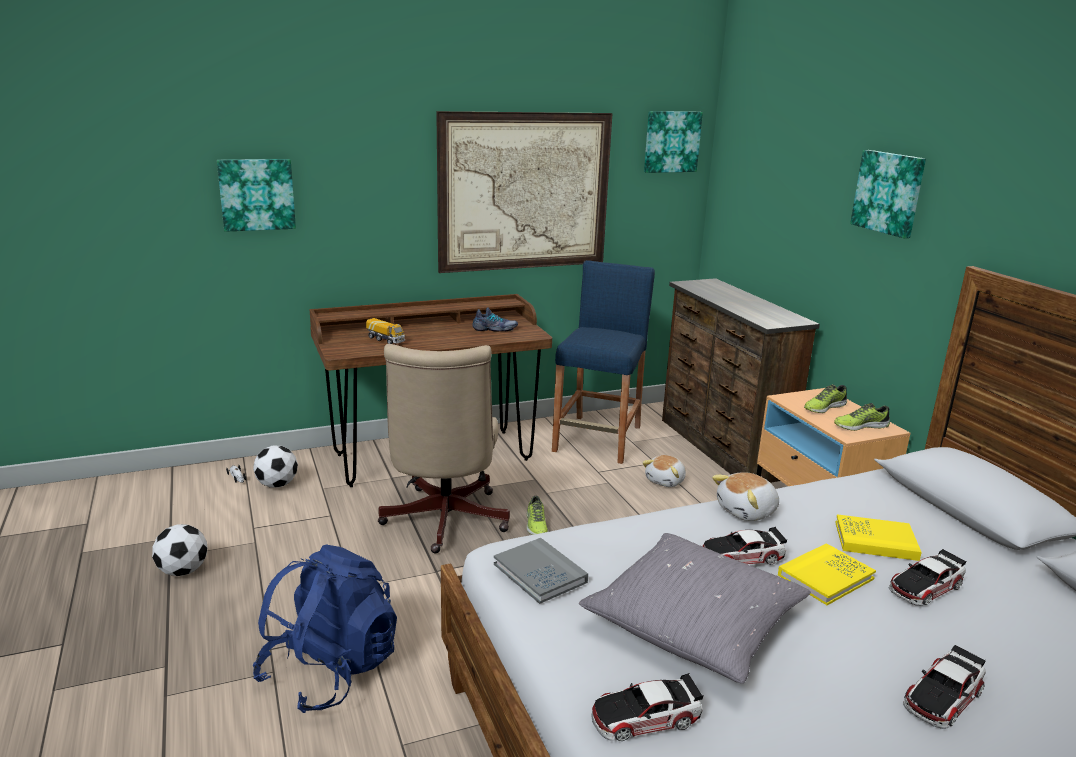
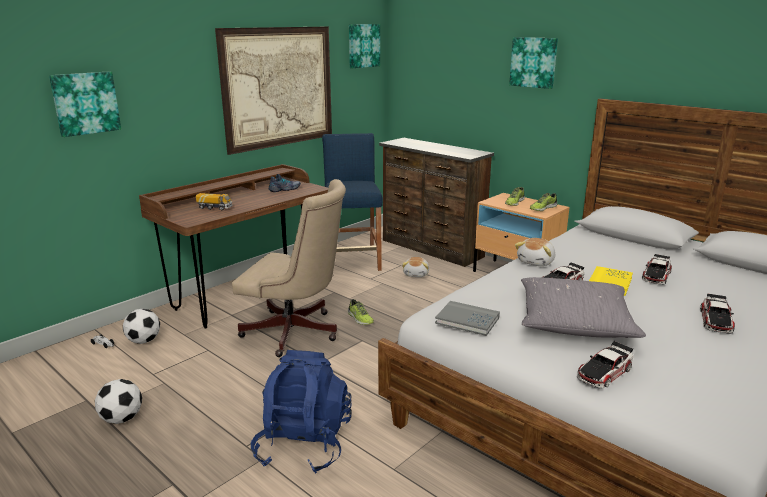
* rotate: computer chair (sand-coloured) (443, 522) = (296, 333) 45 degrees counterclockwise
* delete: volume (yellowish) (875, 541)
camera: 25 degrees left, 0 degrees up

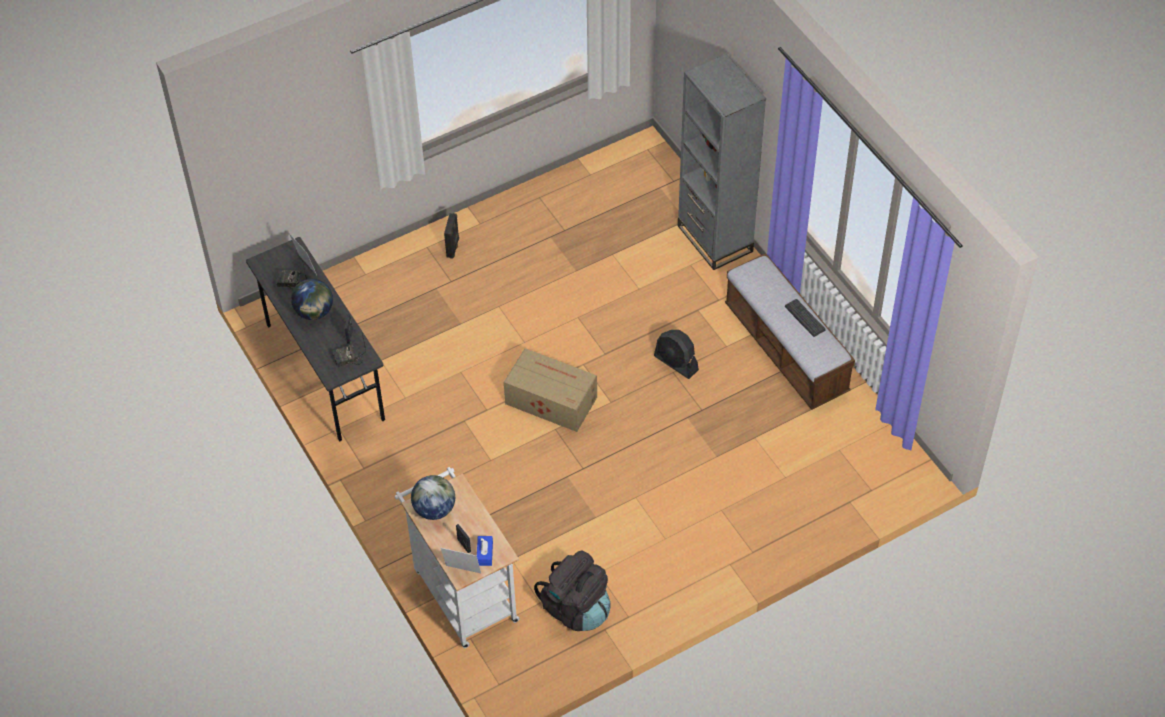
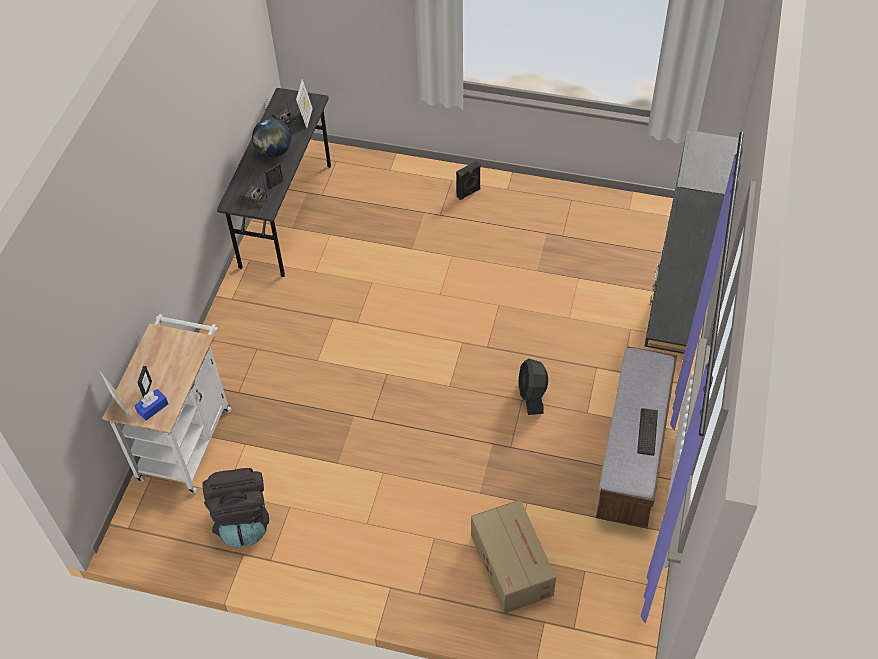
* move: cardboard box (550, 399) to (511, 563)
* delete: desk globe (434, 509)
camera: 45 degrees right, 0 degrees up

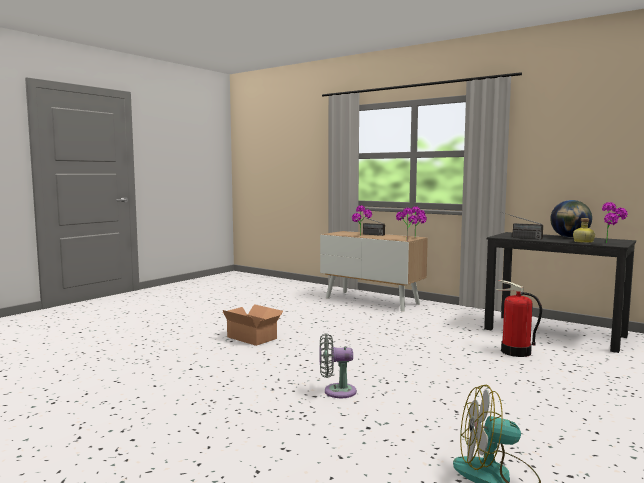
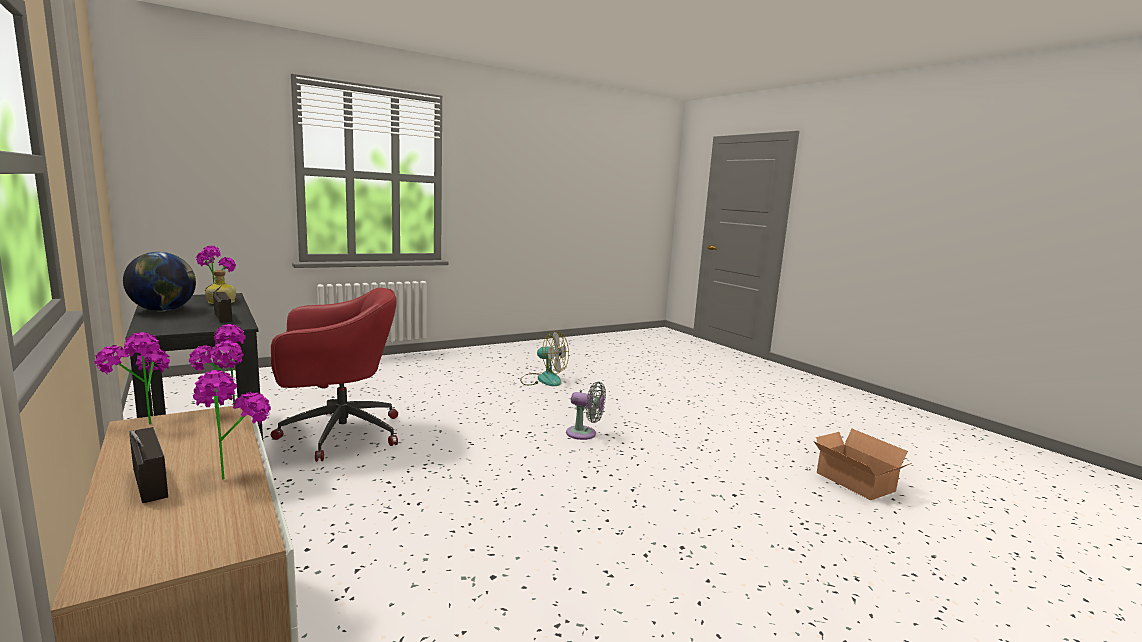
* replace: fire-fighting cylinder (515, 352) to computer chair (red) (338, 434)
* move: cardboard box (252, 337) to (854, 483)
camera: 160 degrees left, 5 degrees up

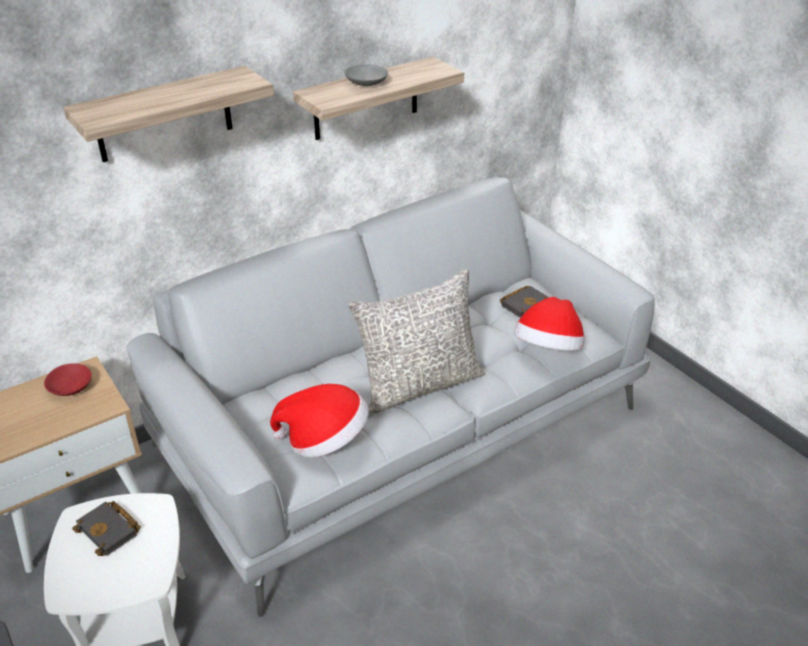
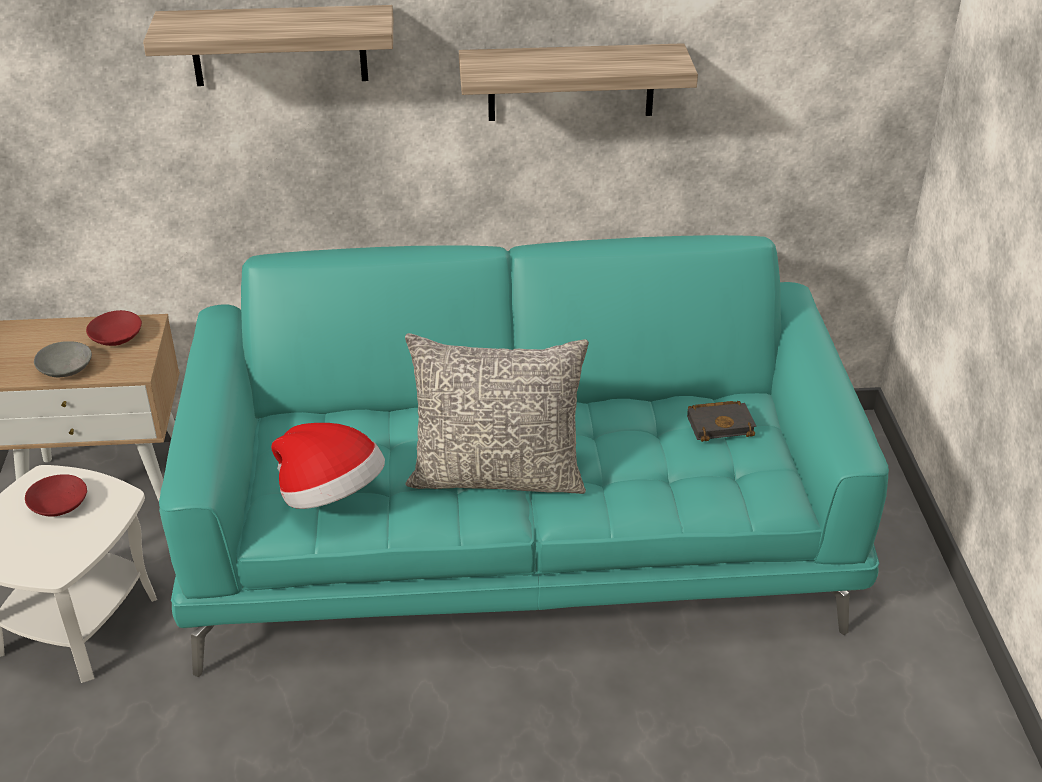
* move: bowl (gray) (367, 82) to (66, 369)
* recolor: couch (gray) (404, 426) to couch (blue-green) (520, 534)
* delete: wearable hat (548, 349)
* replace: volume (black) (110, 531) to bowl (red) (60, 505)
camera: 30 degrees right, 0 degrees up

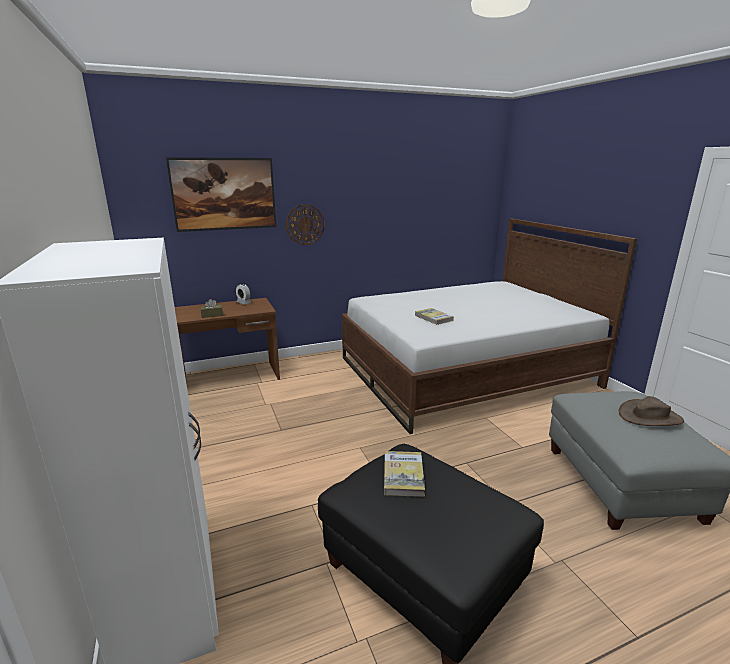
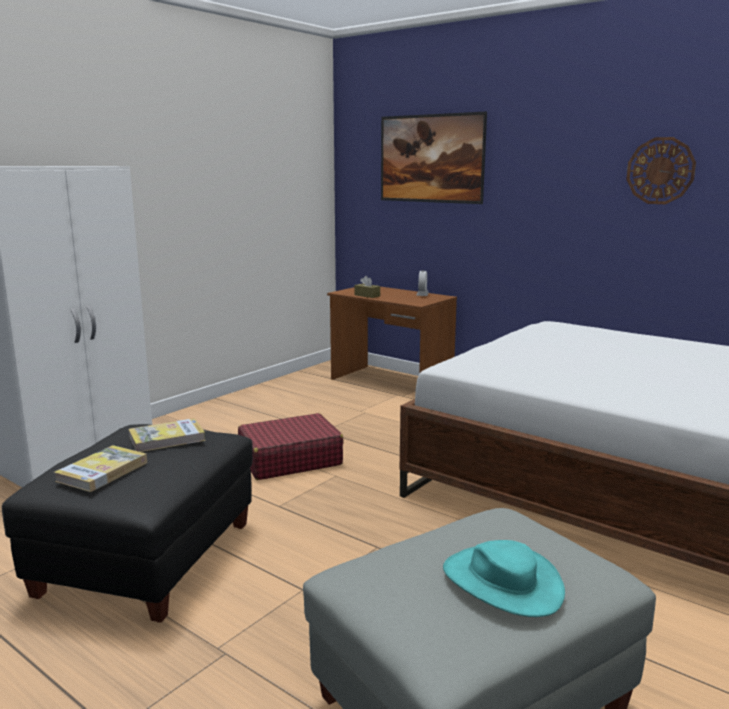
* move: clock on the wall (305, 225) to (660, 171)
* move: volume (433, 318) to (102, 472)
* recolor: wearable hat (brown) (650, 416) to wearable hat (blue-green) (502, 582)
* insert: piece of luggage (red) (289, 460)
camera: 60 degrees right, 5 degrees down

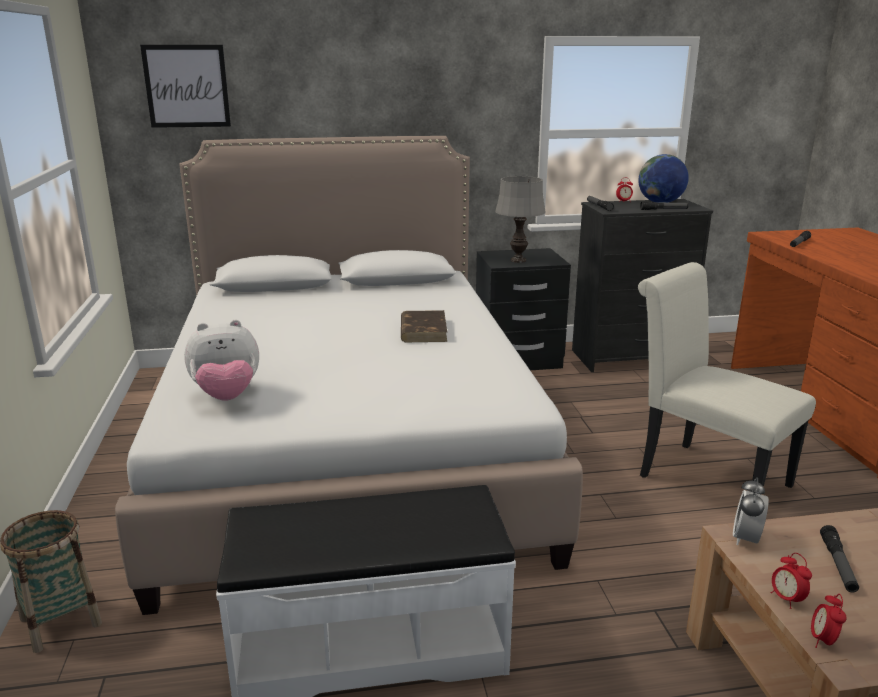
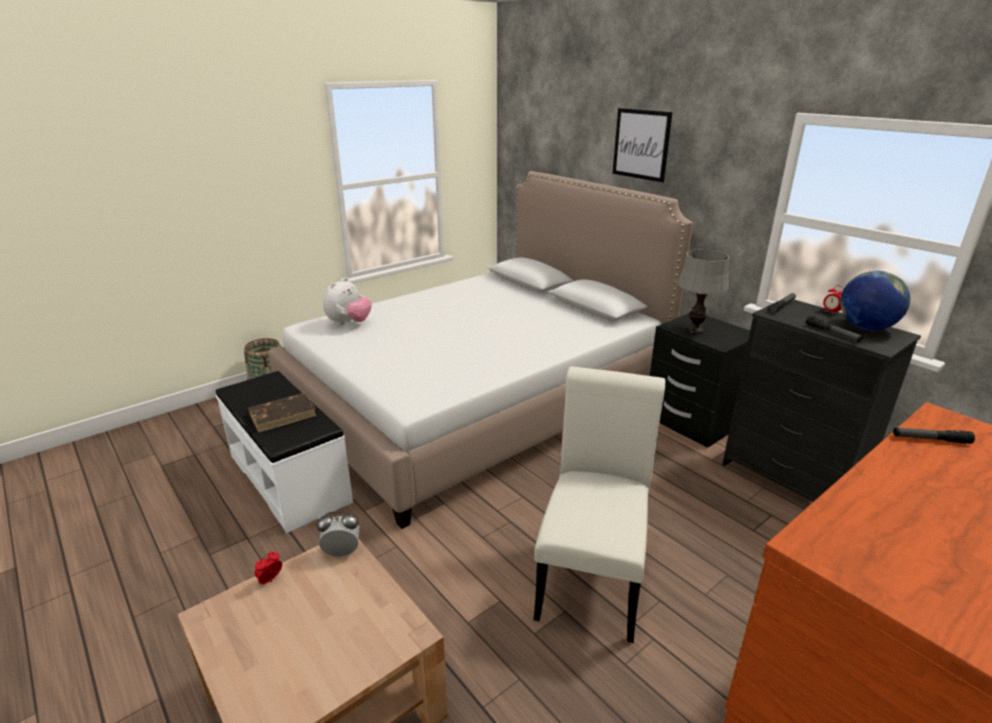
* move: wall art (187, 86) to (641, 144)
* move: volume (brown) (423, 330) to (283, 414)
* rotate: plush toy (227, 396) = (349, 323) 105 degrees counterclockwise
* delete: torch (838, 564)
* delete: table clock (822, 640)
camera: 60 degrees right, 5 degrees up

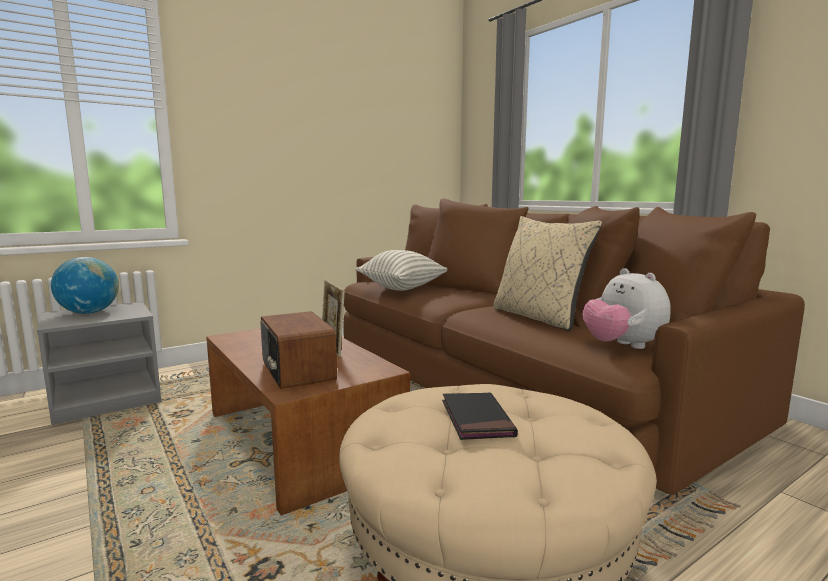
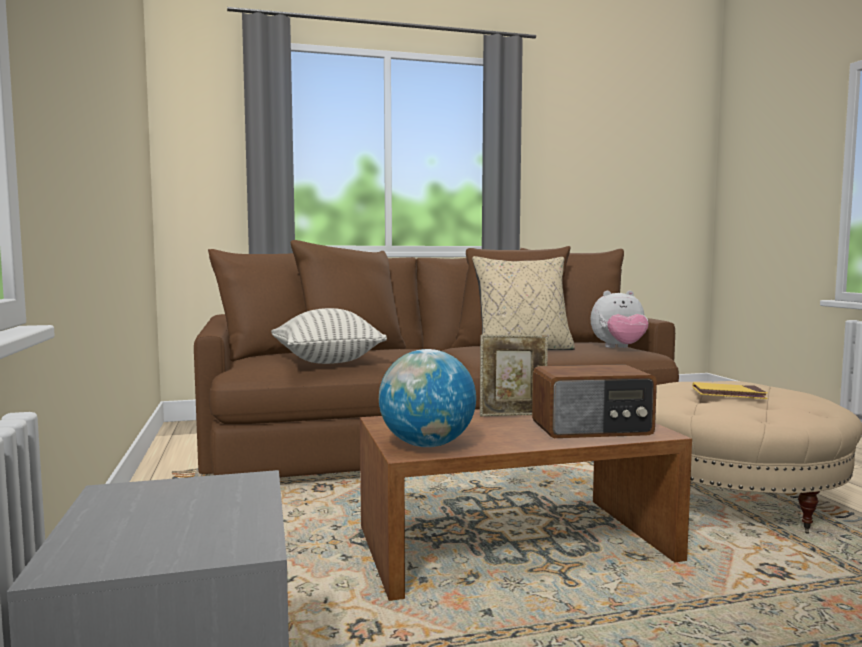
* move: desk globe (89, 312) to (427, 445)
* recolor: volume (black) (477, 419) to volume (yellowish) (728, 394)
camera: 70 degrees left, 5 degrees down

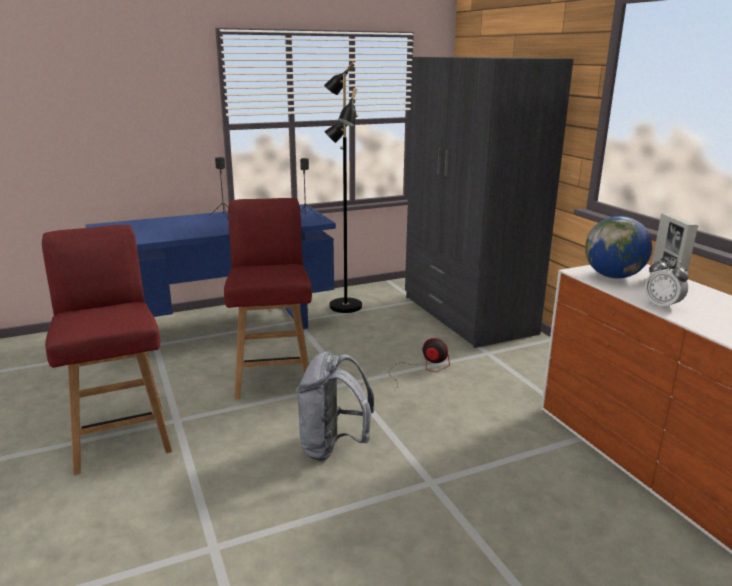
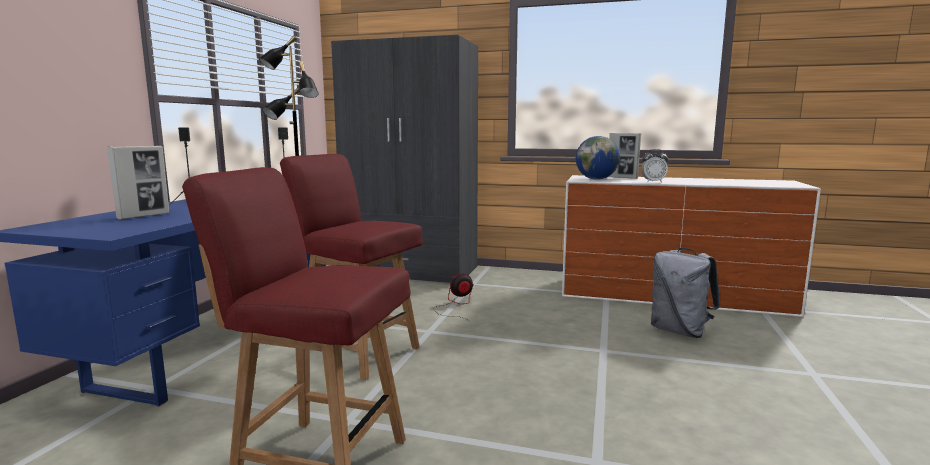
* move: knapsack (gray) (333, 447) to (680, 331)
* insert: picture frame (144, 216)
camera: 50 degrees left, 10 degrees down

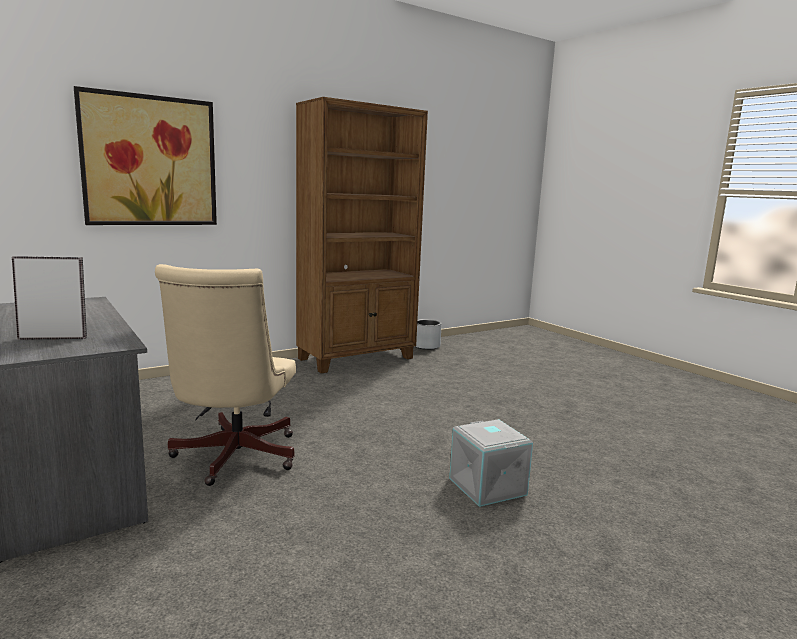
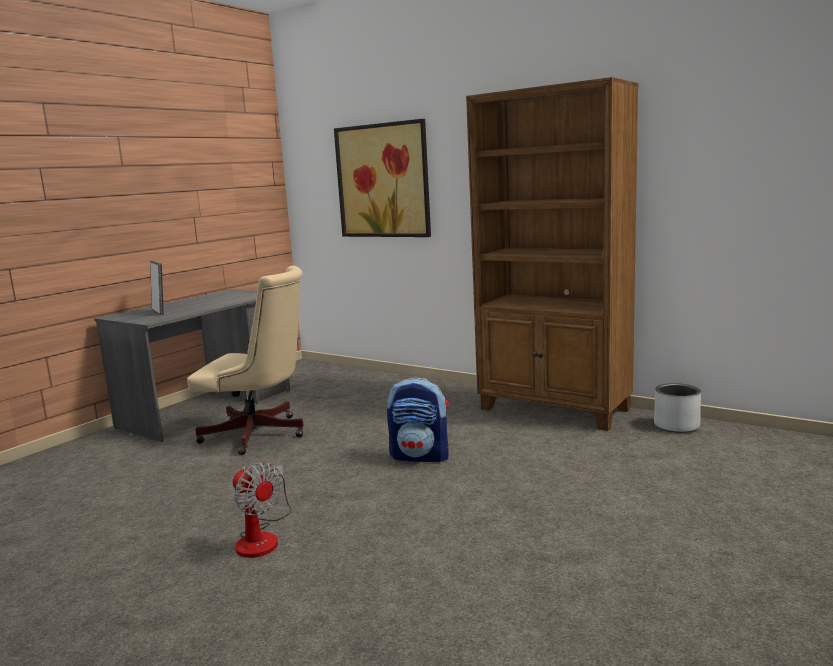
* rotate: computer chair (sand-coloured) (232, 459) = (260, 435) 150 degrees counterclockwise
* replace: storage box (gray) (486, 486) to fan (262, 537)
* insert: knapsack (421, 456)
camera: 70 degrees right, 0 degrees up

